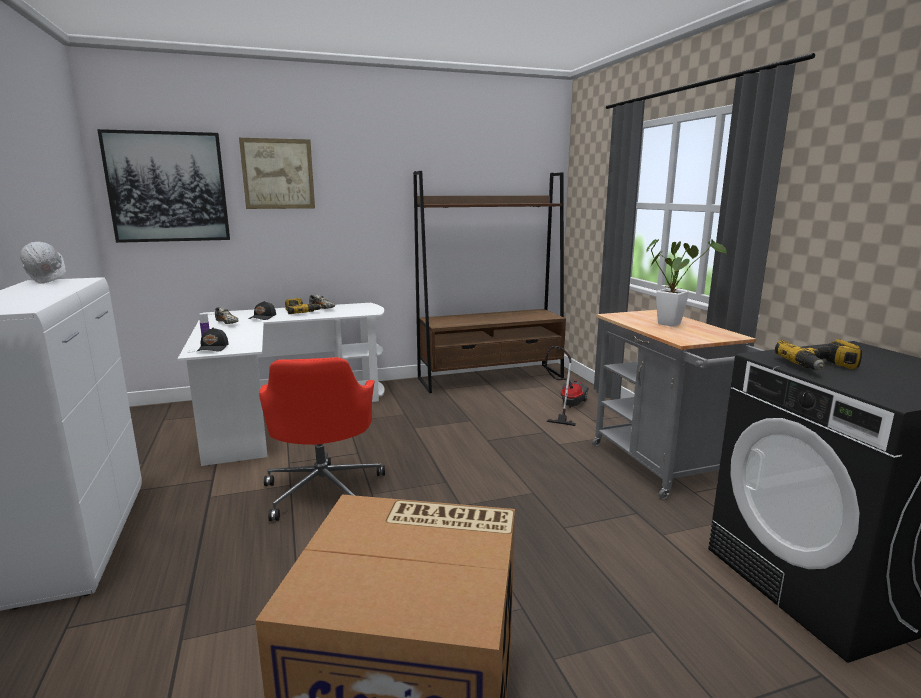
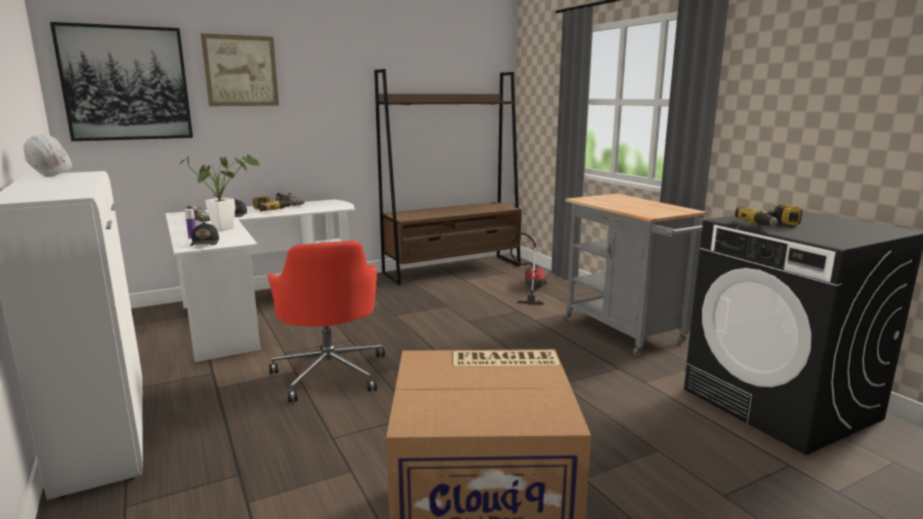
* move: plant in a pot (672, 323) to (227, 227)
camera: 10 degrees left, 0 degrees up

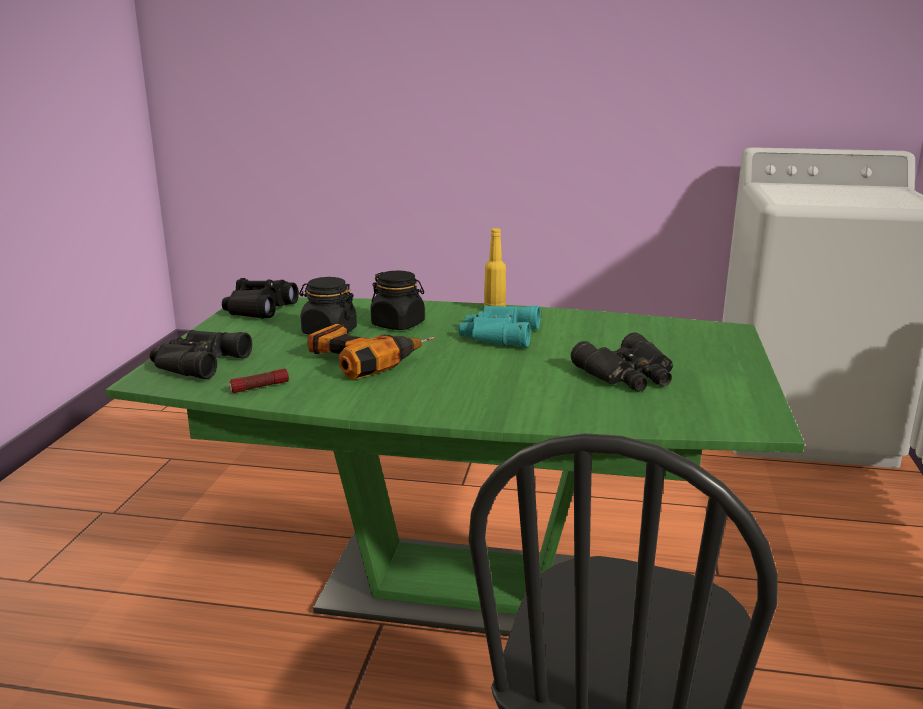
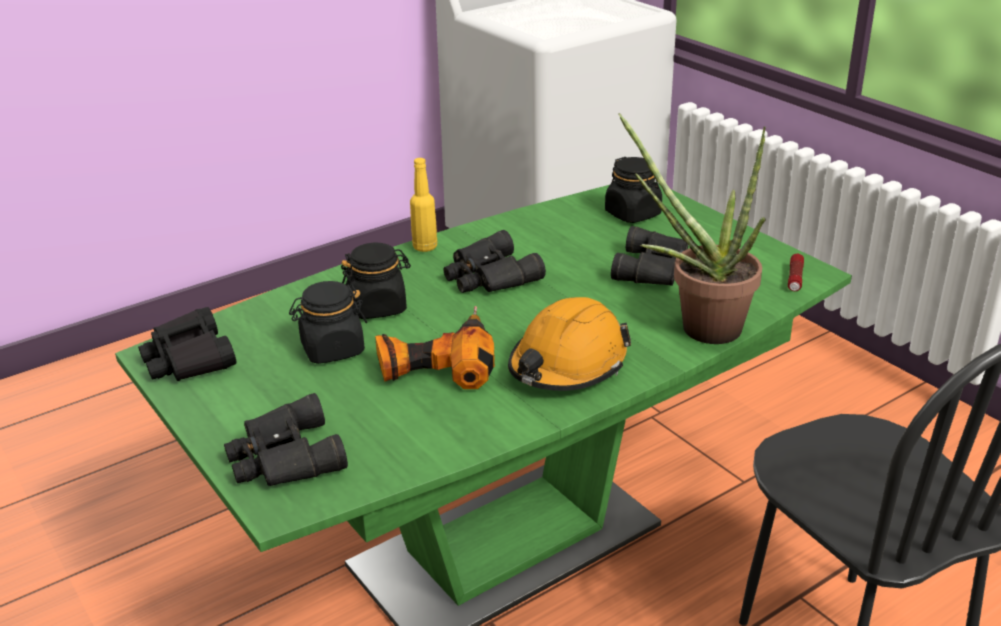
* recolor: binoculars (blue-green) (497, 335) to binoculars (black) (488, 276)
* move: torch (259, 387) to (795, 278)
* insert: plant in a pot (698, 326)
* insert: storage jar (black) (633, 214)
* insert: hard hat (orangey) (567, 365)
camera: 45 degrees left, 10 degrees up

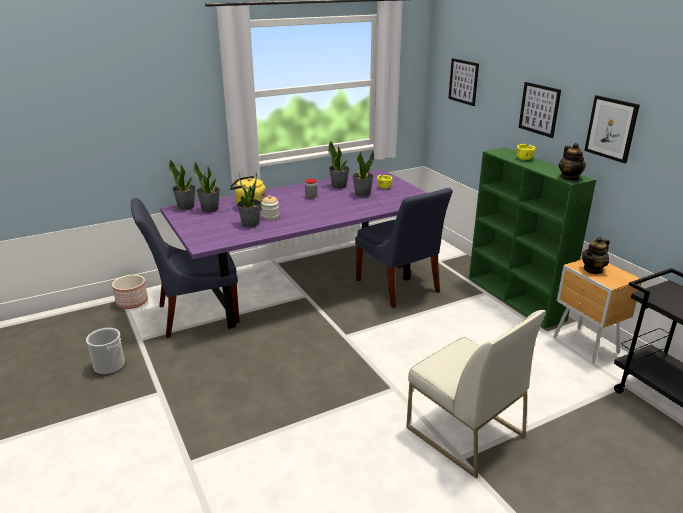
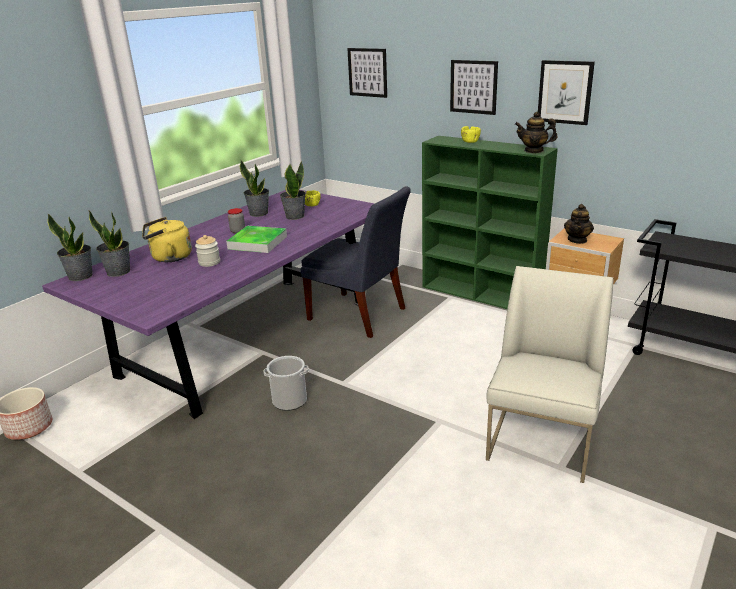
* rotate: pot for tea (569, 178) = (534, 150) 135 degrees clockwise
* delete: plant in a pot (250, 223)
* delete: plain chair (bluish) (193, 314)
* rotate: plain chair (white-coloured) (464, 432) = (542, 440) 90 degrees counterclockwise
* move: water bucket (109, 366) to (289, 400)
* insert: carrying tray (257, 242)
camera: 25 degrees left, 0 degrees up

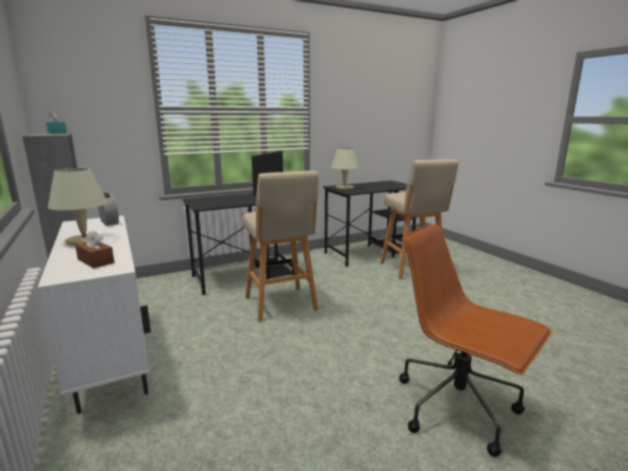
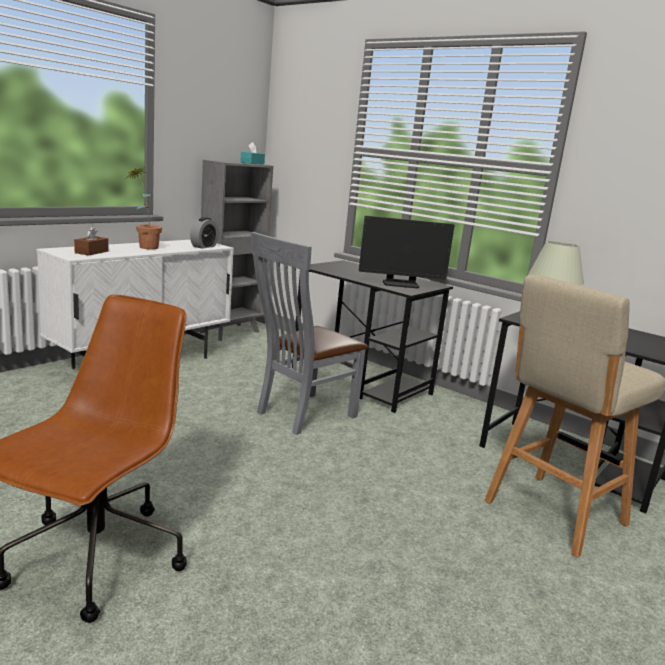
* replace: lamp for a table (sand-coloured) (85, 240) to plant in a pot (145, 246)
* replace: stool seat (sand-coloured) (281, 305) to plain chair (gray) (301, 415)
camera: 65 degrees right, 0 degrees up

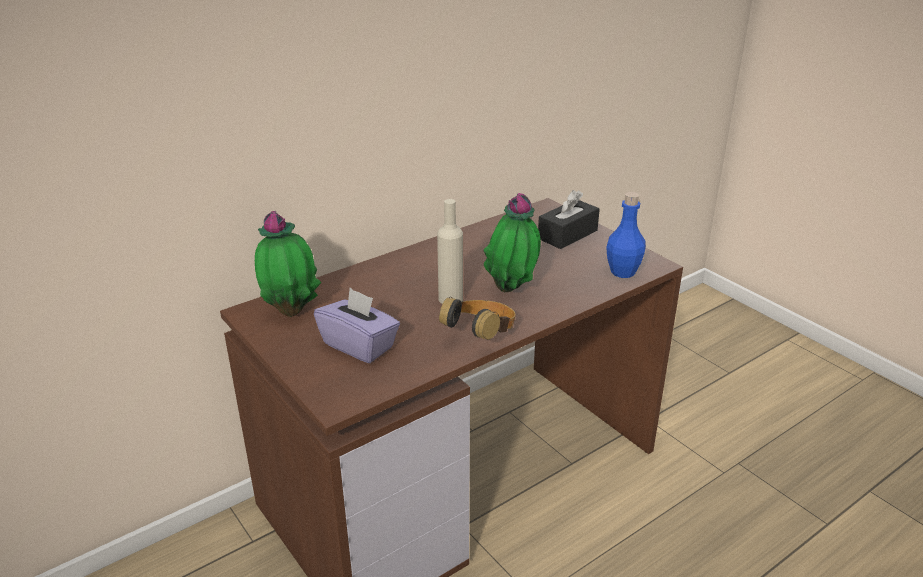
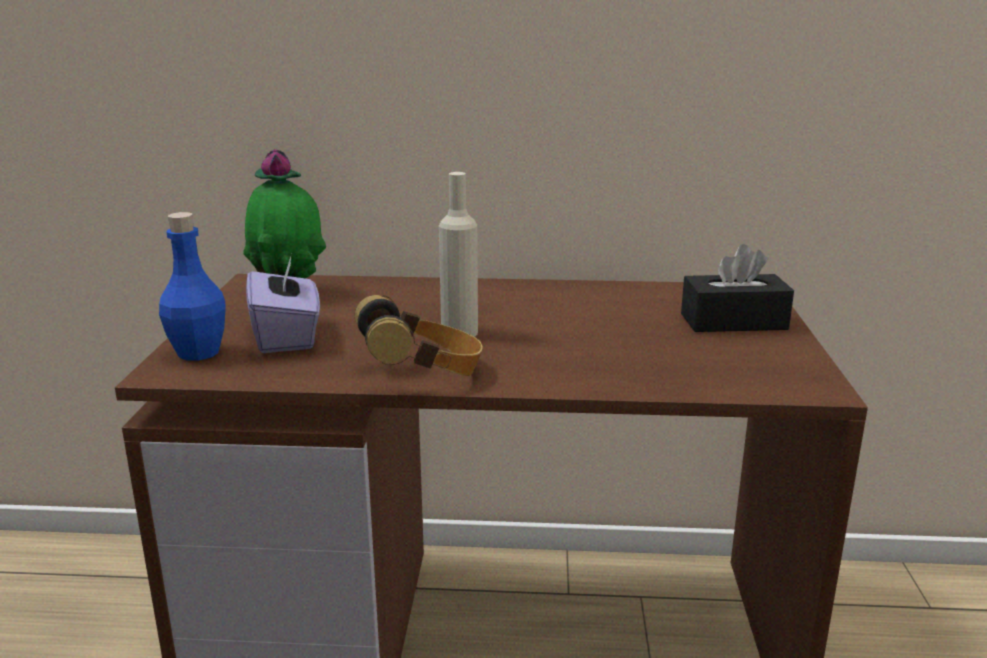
* move: bottle (bluish) (623, 272) to (198, 352)
* delete: plant in a pot (512, 291)
camera: 40 degrees right, 10 degrees down

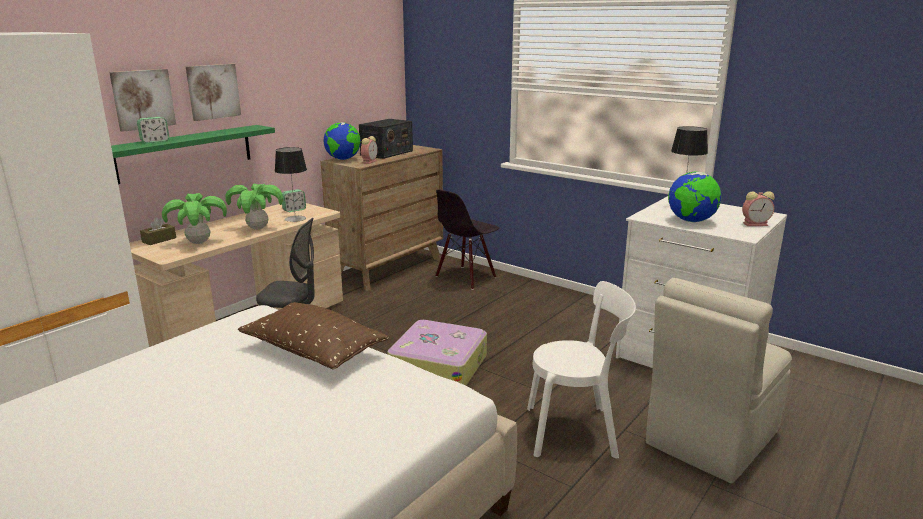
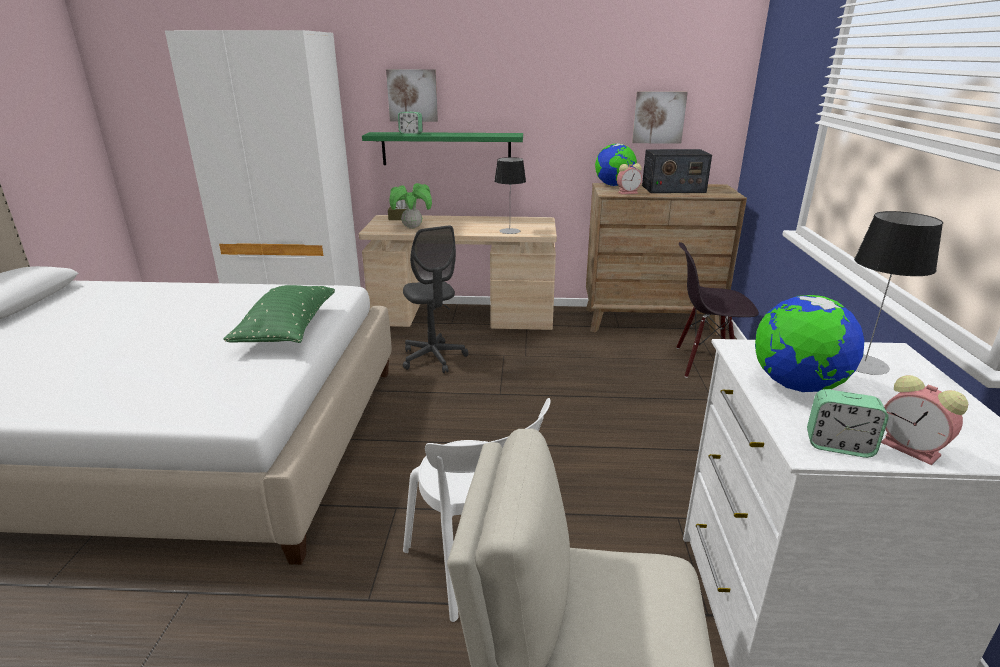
* move: wall art (213, 91) to (658, 117)
* delete: plant in a pot (258, 228)
* move: table clock (294, 210) to (838, 446)
* recolor: throw pillow (brown) (313, 351) to throw pillow (green) (287, 330)
* delete: piece of luggage (438, 365)
camera: 55 degrees right, 5 degrees up

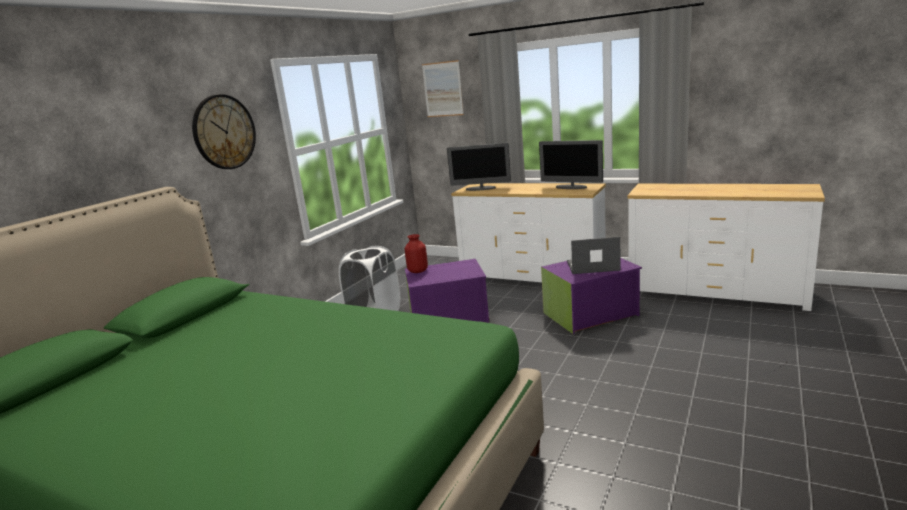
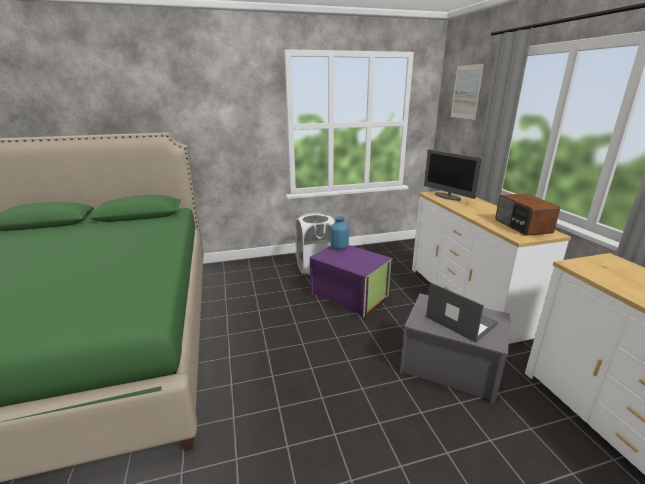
* delete: clock on the wall (224, 132)
* replace: computer display (571, 187) to radio receiver (522, 226)
* recolor: decorative vase (red) (417, 271) to decorative vase (bluish) (339, 248)
* recolor: storage box (purple) (591, 314) to storage box (gray) (450, 368)
camera: 45 degrees right, 5 degrees up

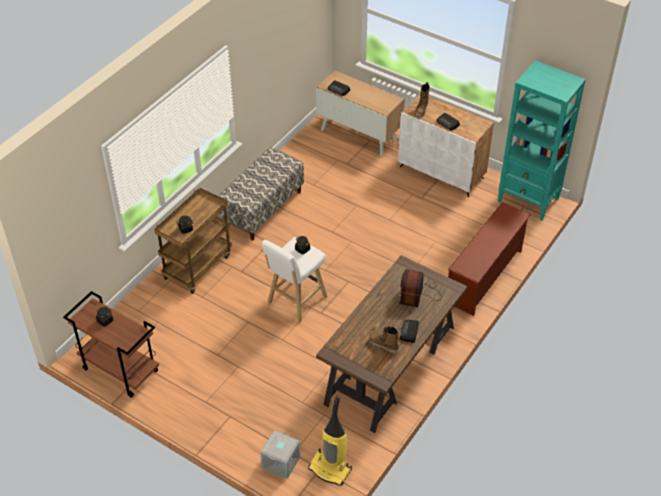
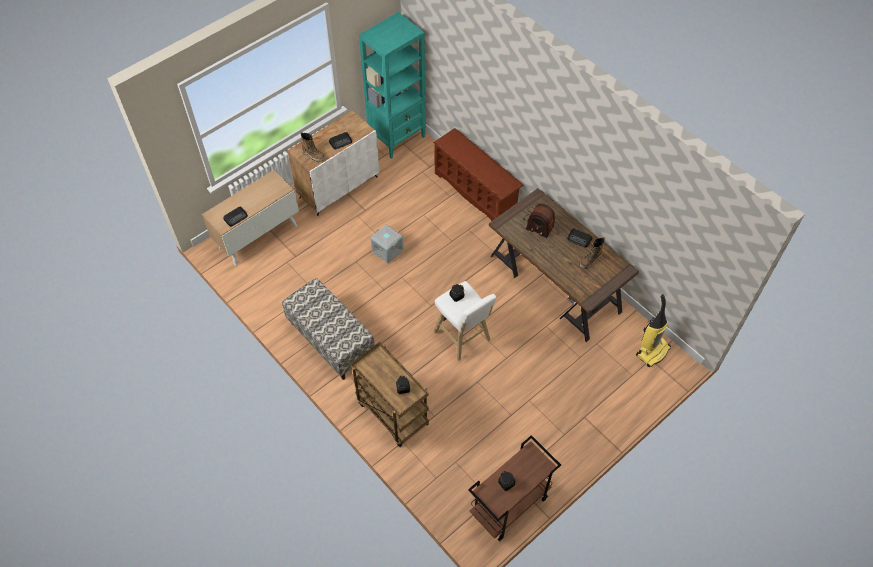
* move: storage box (gray) (281, 463) to (388, 250)
camera: 75 degrees left, 10 degrees up

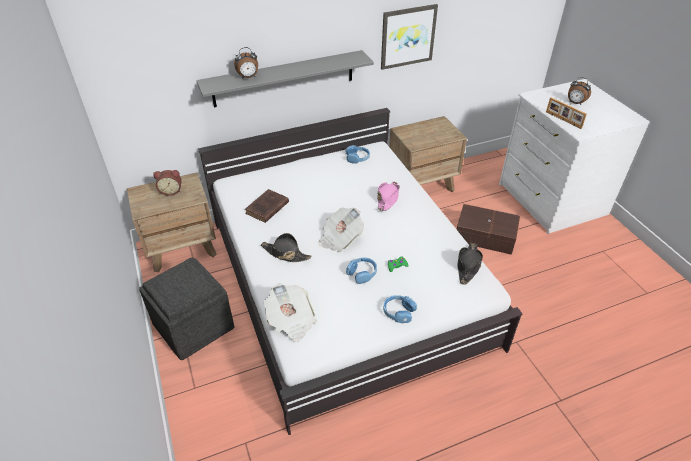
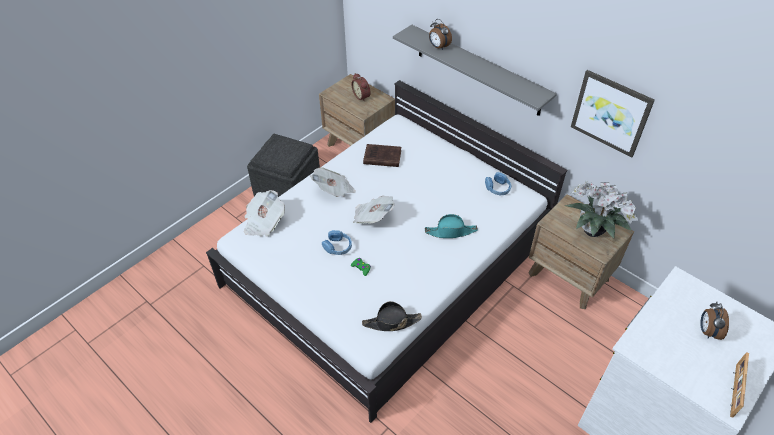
* move: picture frame (563, 120) to (733, 389)
* recolor: wearable hat (pink-coloured) (388, 198) to wearable hat (blue-green) (451, 231)
* delete: storage box (brown) (484, 235)
* replace: wearable hat (black) (285, 253) to newspaper (334, 190)
* delete: headphones (bluish) (398, 312)
* insert: plant in a pot (594, 233)
camera: 65 degrees right, 5 degrees up

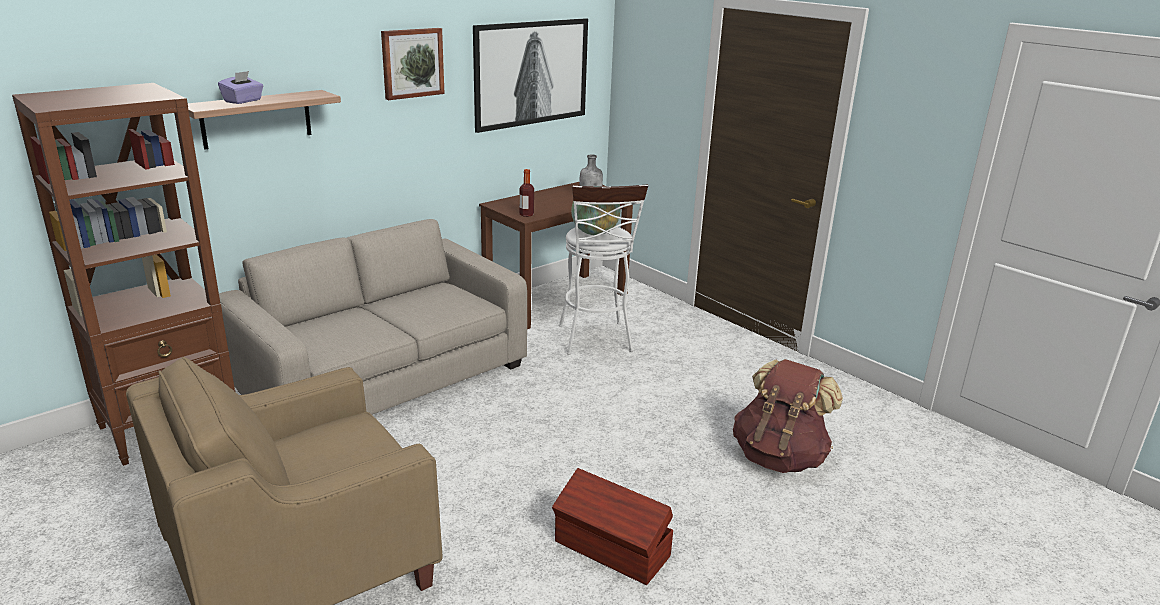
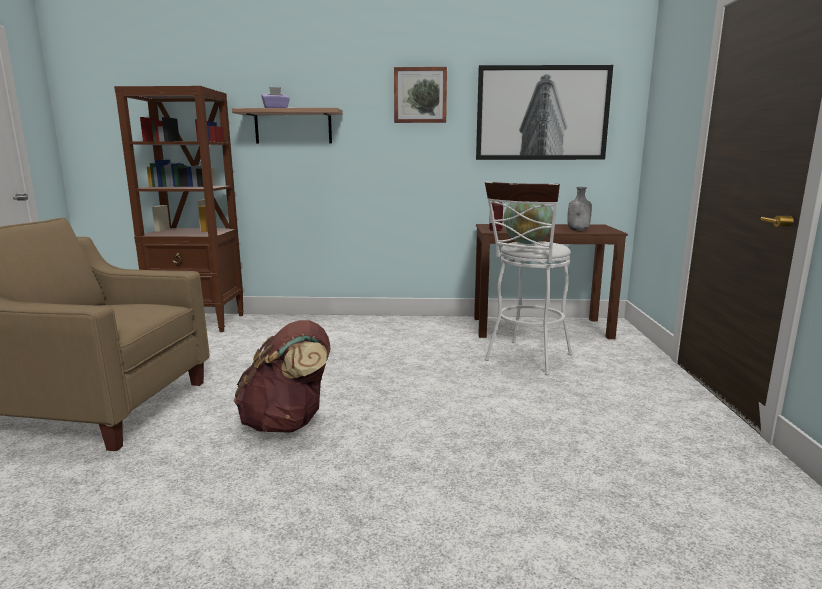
* delete: couch (sand-coloured) (382, 375)
* move: knapsack (brown) (779, 457) to (288, 423)
* delete: storage box (brown) (612, 550)
camera: 45 degrees right, 10 degrees down

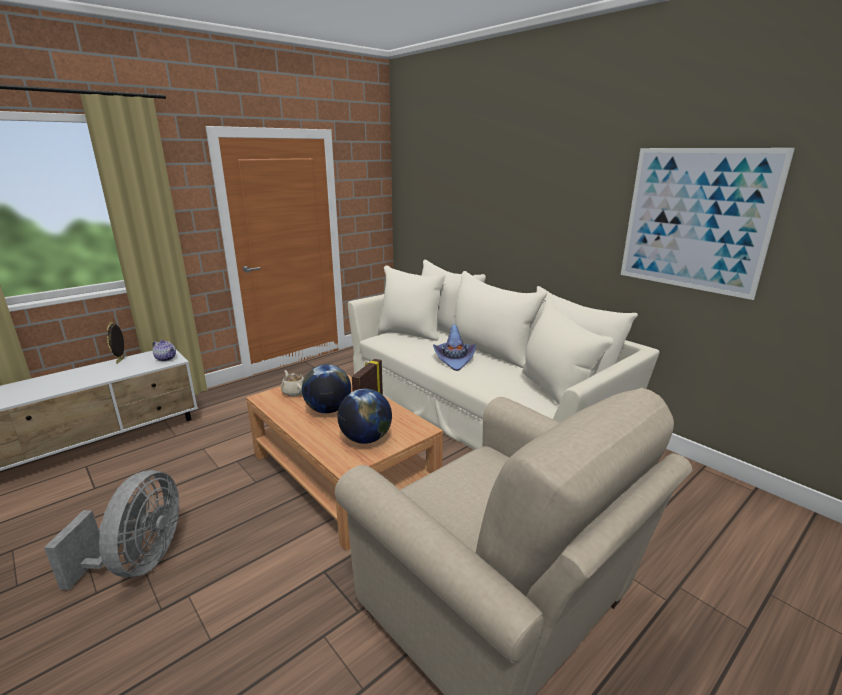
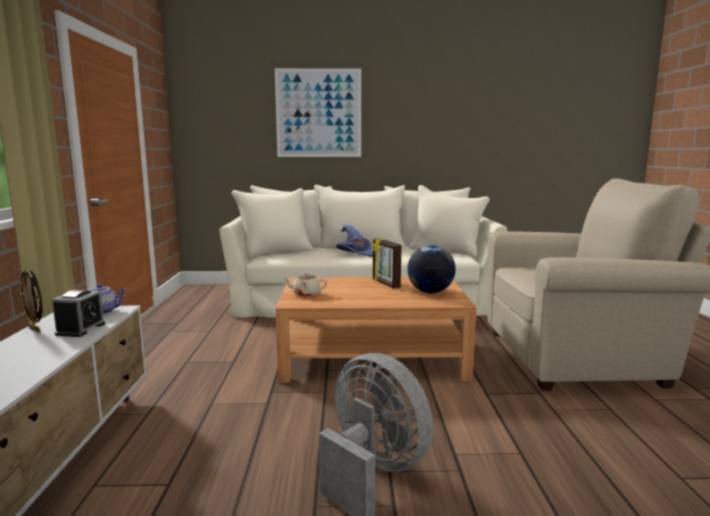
* move: wall art (695, 220) to (318, 113)
* delete: desk globe (328, 410)
* insert: table clock (81, 329)
camera: 50 degrees left, 10 degrees down

